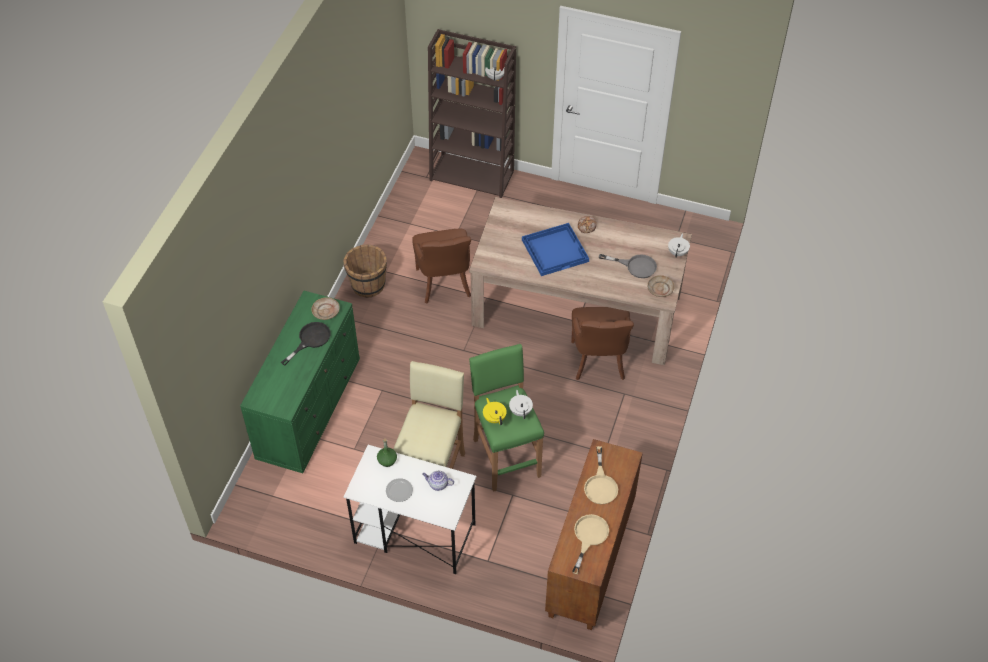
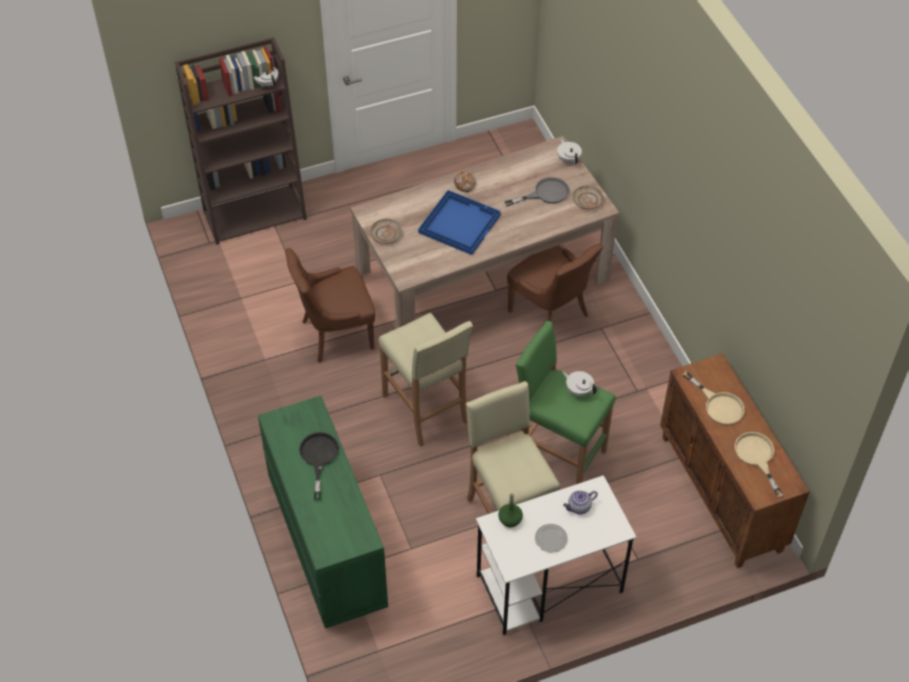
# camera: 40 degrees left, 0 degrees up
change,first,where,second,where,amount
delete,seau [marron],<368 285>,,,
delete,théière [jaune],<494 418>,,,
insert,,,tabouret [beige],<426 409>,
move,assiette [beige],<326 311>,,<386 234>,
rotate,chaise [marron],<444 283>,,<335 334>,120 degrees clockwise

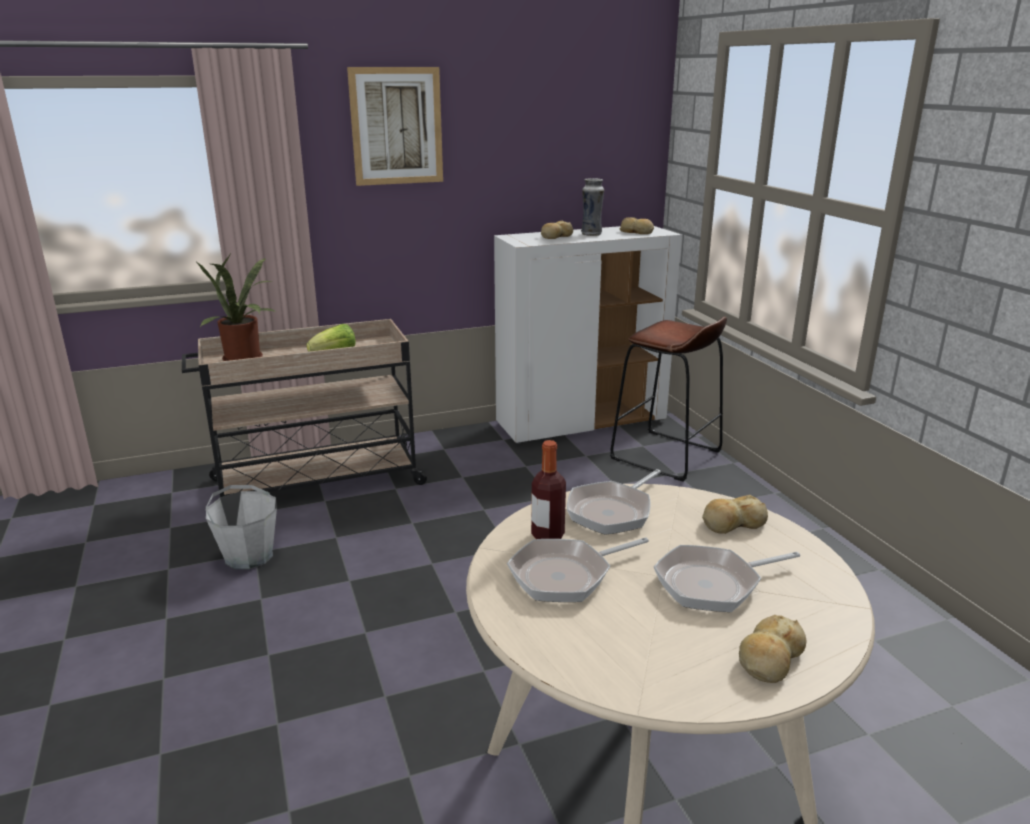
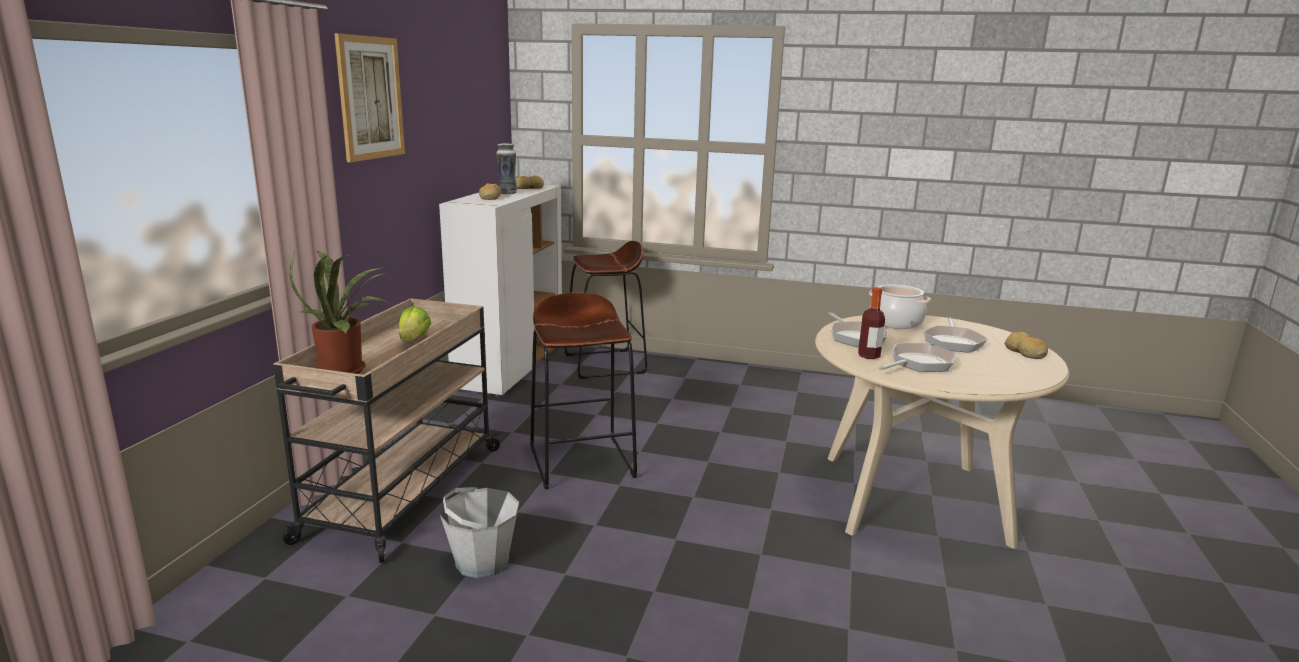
# camera: 55 degrees left, 5 degrees down
change,first,where,second,where,amount
insert,,,tabouret [marron],<582 461>,
replace,pain,<732 523>,marmite,<896 322>,
rotate,poêle,<566 575>,,<918 363>,135 degrees counterclockwise

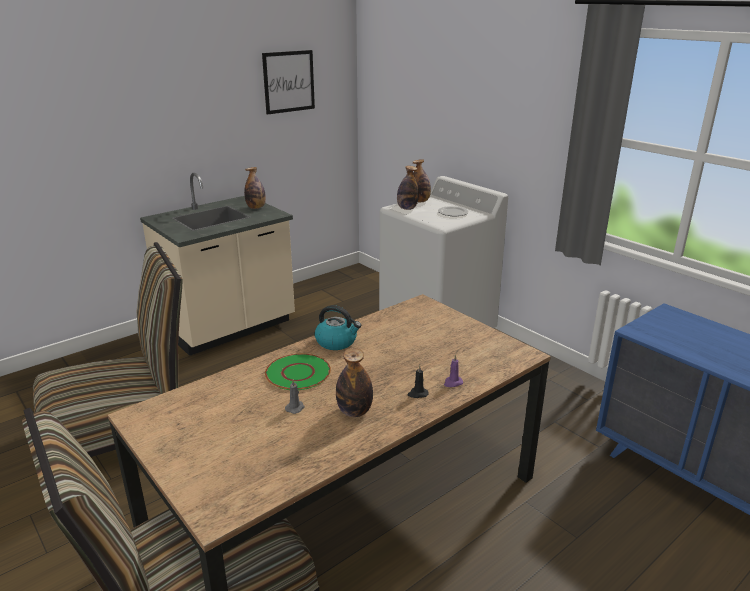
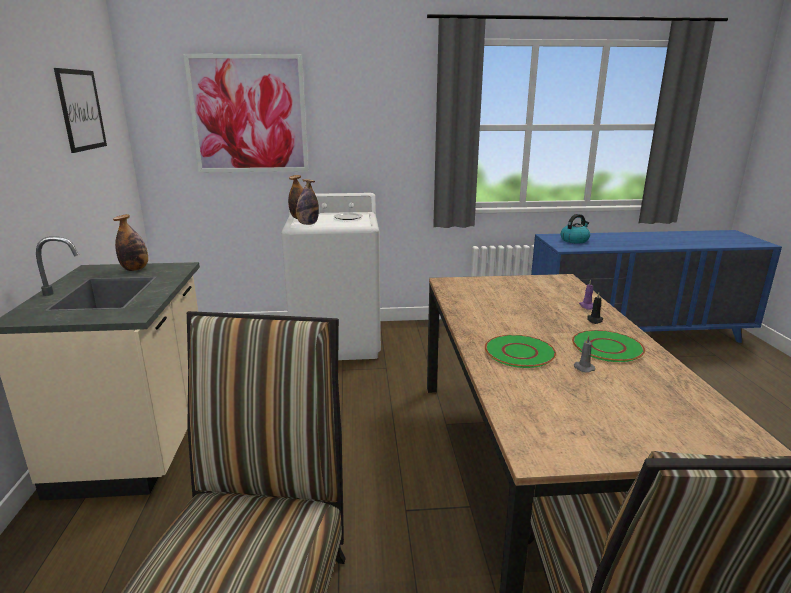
# camera: 55 degrees left, 5 degrees down
change,first,where,second,where,amount
insert,,,tableau,<249 115>,
move,bouilloire,<337 342>,,<574 240>,
replace,bouteille,<354 412>,assiette [vert],<606 347>,

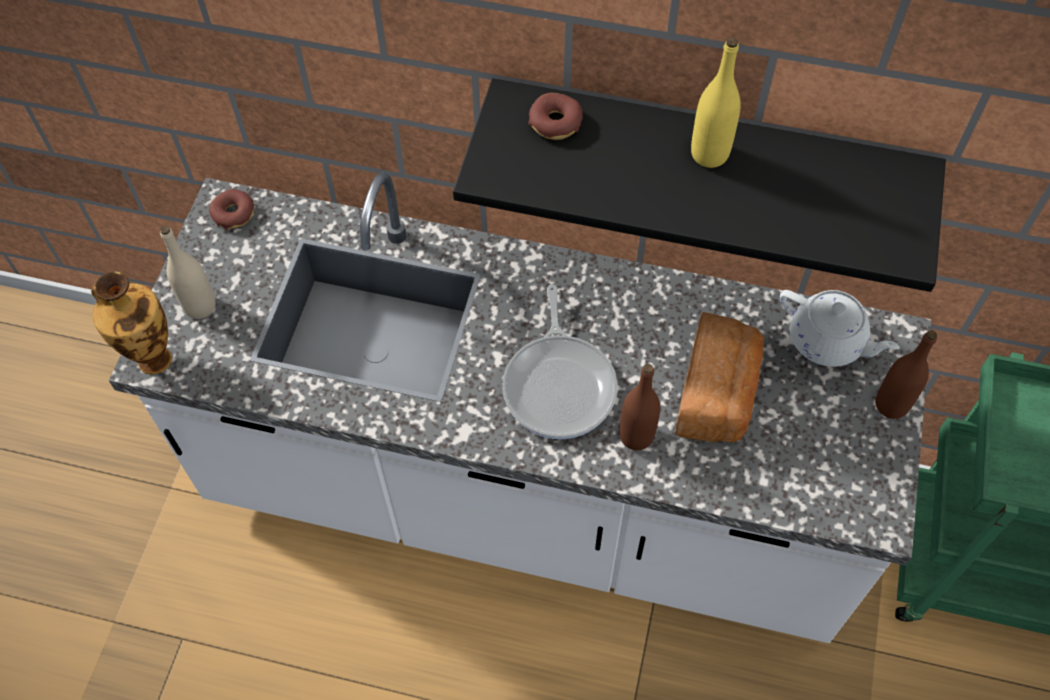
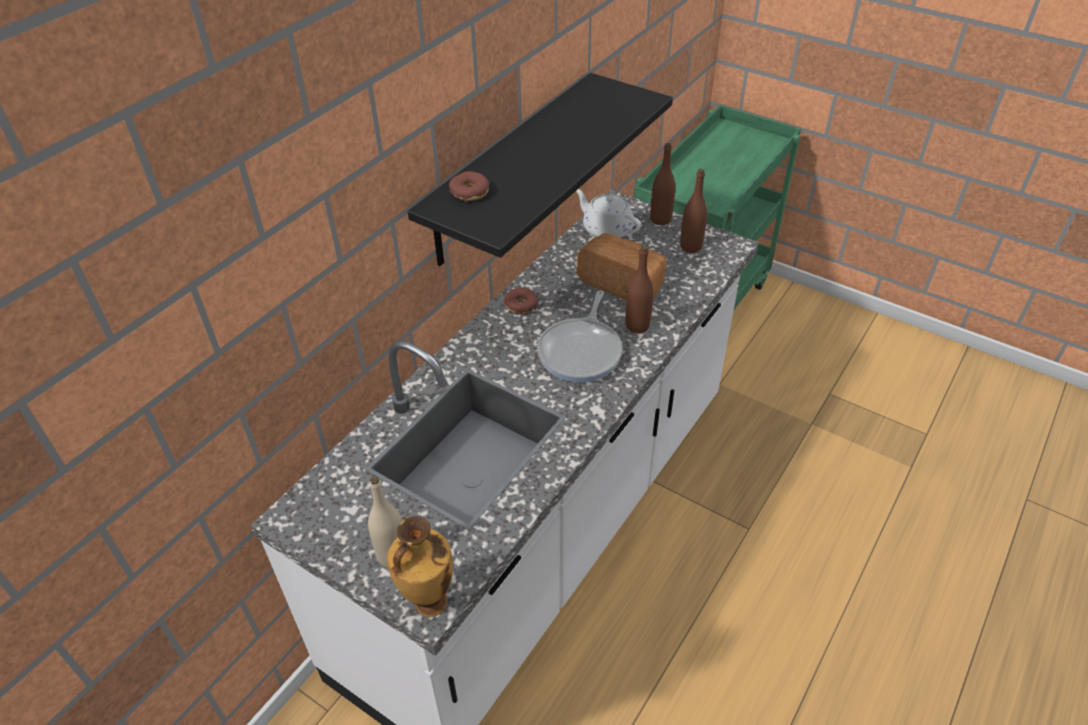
# camera: 70 degrees left, 15 degrees down
change,first,where,second,where,amount
delete,bouteille [jaune],<709 154>,,,
insert,,,bouteille [marron],<690 247>,
move,beignet,<233 213>,,<521 305>,
rotate,poêle,<560 385>,,<581 351>,90 degrees clockwise
rotate,théière [blanc],<828 341>,,<606 229>,105 degrees counterclockwise

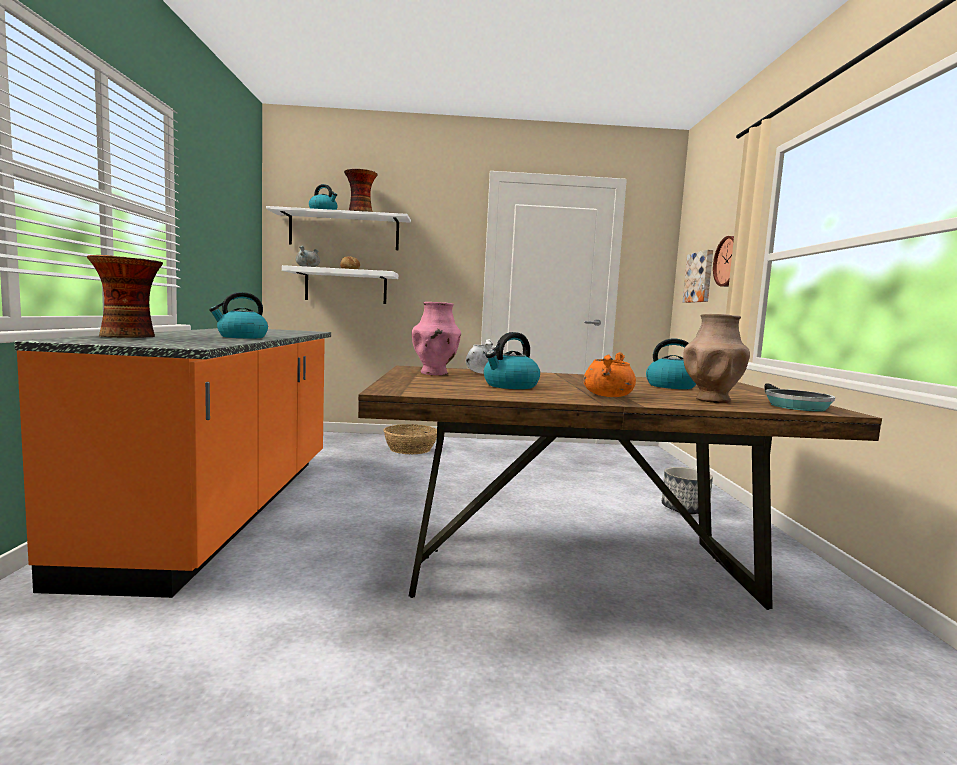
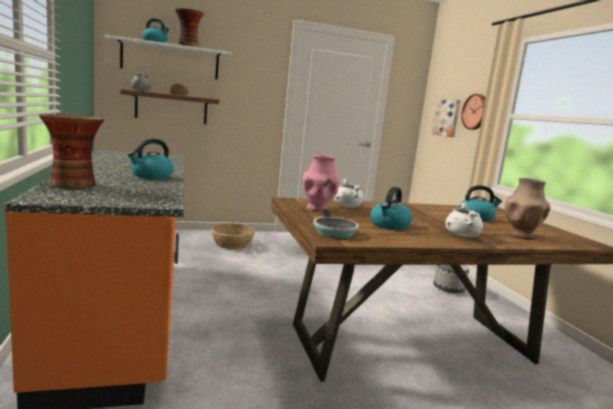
# camera: 15 degrees left, 5 degrees up
change,first,where,second,where,amount
move,poêle,<793 406>,,<333 231>,
recolor,étagère [blanc],<346 286>,étagère [marron],<171 108>,
recolor,marmite [orange],<608 396>,marmite [blanc],<461 235>,

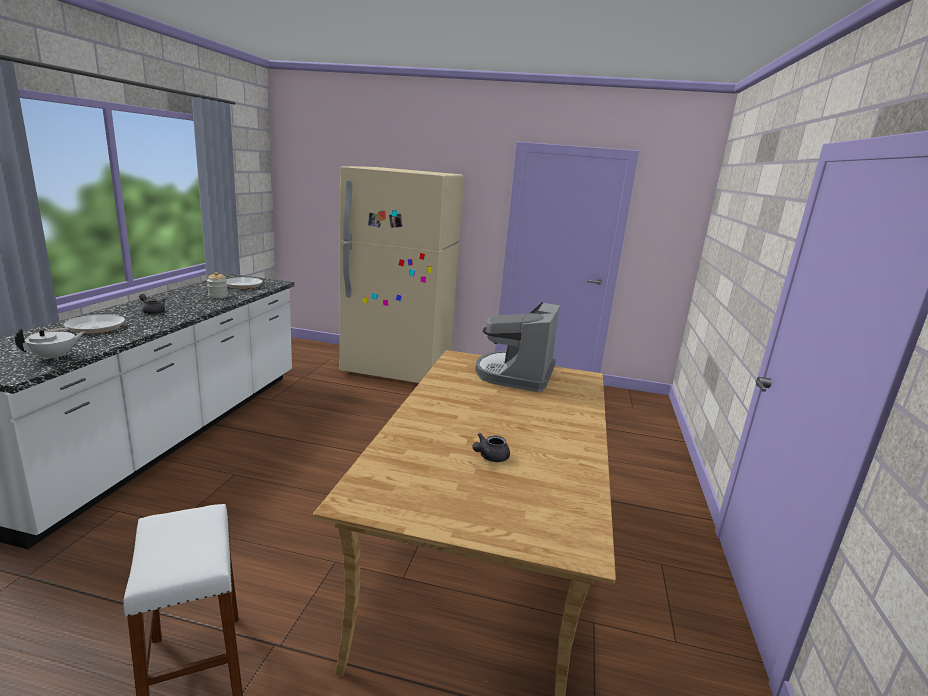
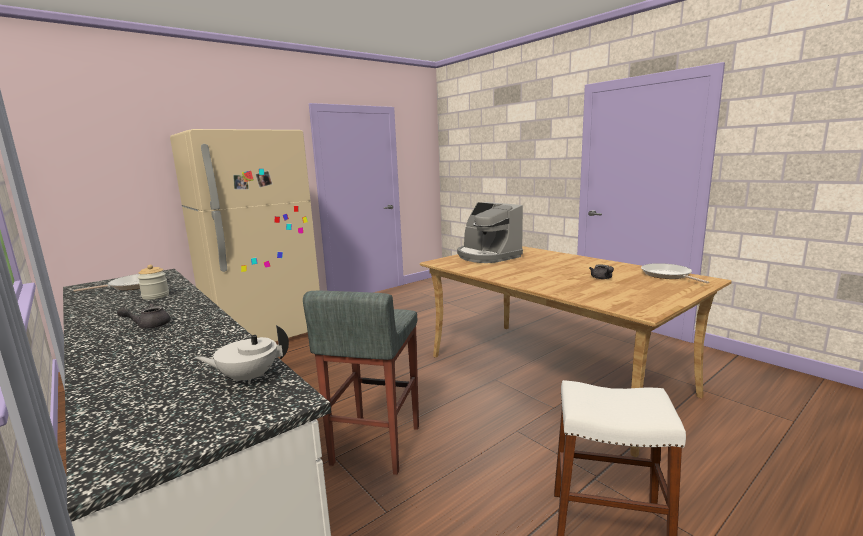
# camera: 50 degrees left, 5 degrees down
change,first,where,second,where,amount
insert,,,tabouret [gris],<374 445>,
move,poêle,<91 328>,,<668 275>,
rotate,théière [blanc],<55 357>,,<249 378>,90 degrees counterclockwise

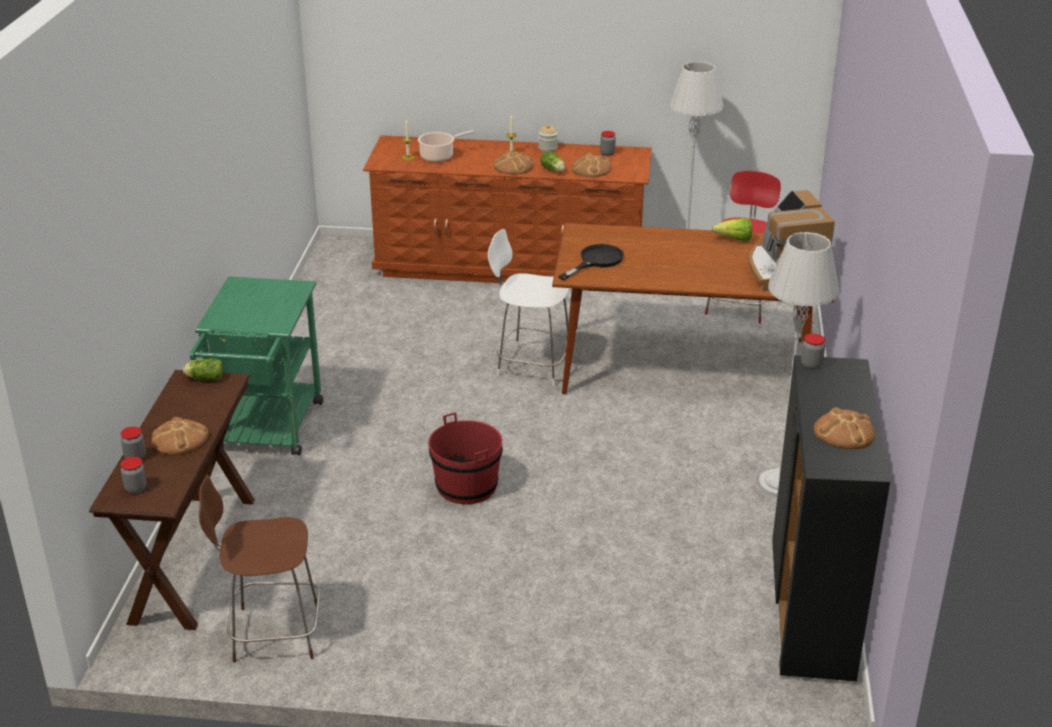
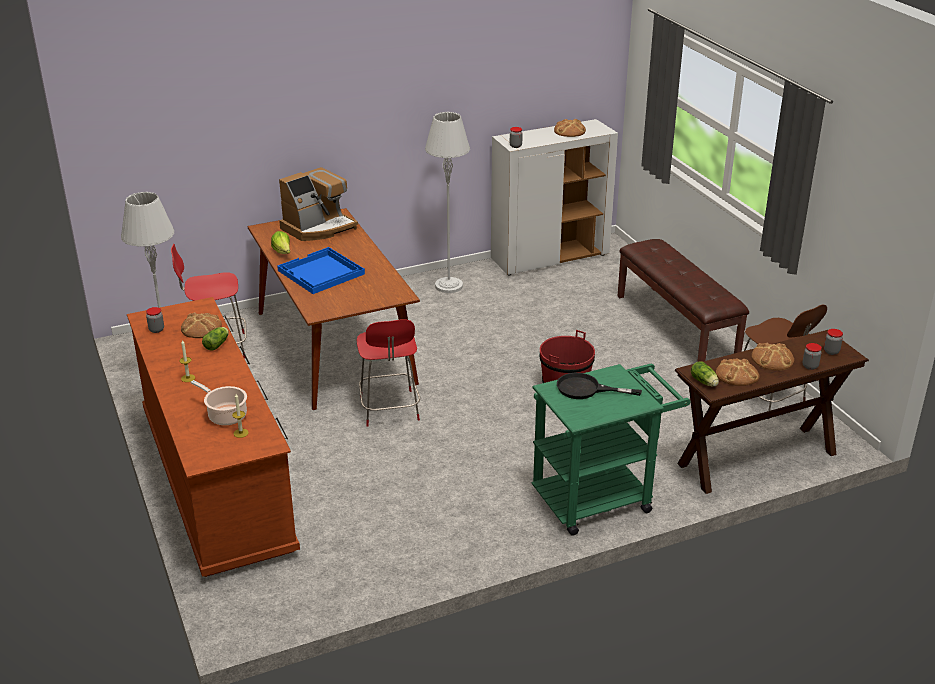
# camera: 120 degrees left, 0 degrees up
change,first,where,second,where,amount
delete,bocal,<548 148>,,,
insert,,,plateau [bleu],<321 273>,
insert,,,banc [marron],<677 327>,
move,pain,<513 166>,,<737 375>,
move,poêle [noir],<596 261>,,<586 389>,
recolor,chaise [blanc],<531 365>,chaise [rouge],<389 410>,
recolor,meuble de rangement [noir],<812 610>,meuble de rangement [blanc],<550 257>,

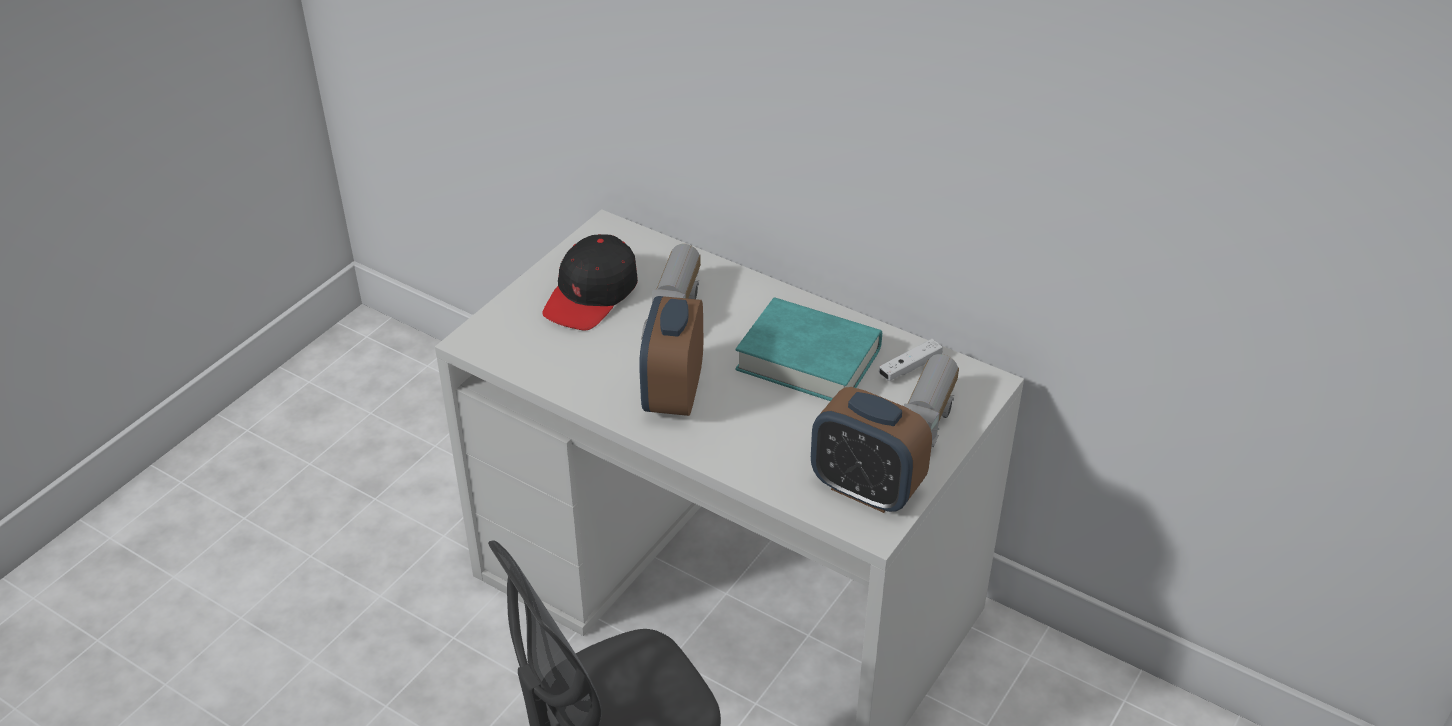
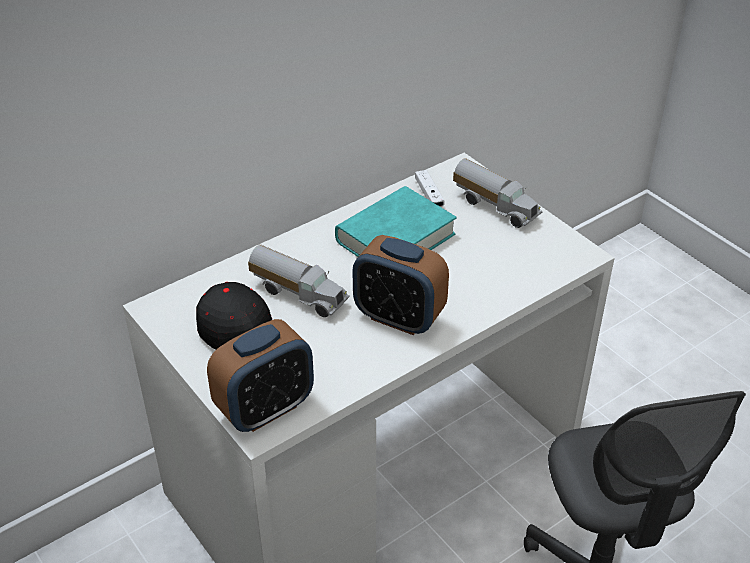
# camera: 70 degrees left, 0 degrees up
change,first,where,second,where,amount
move,réveil,<866 489>,,<265 409>,

